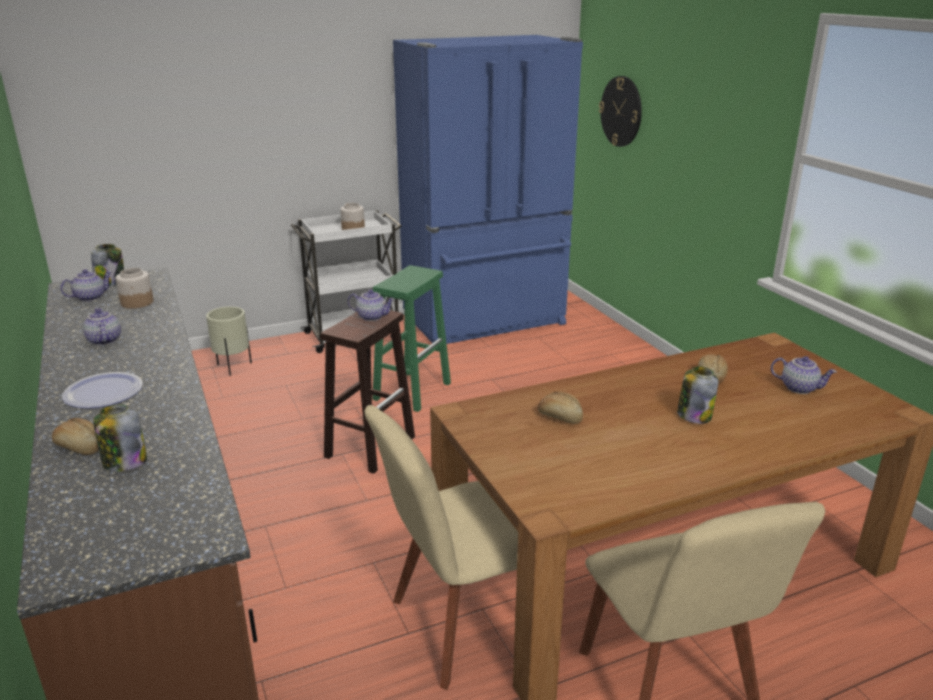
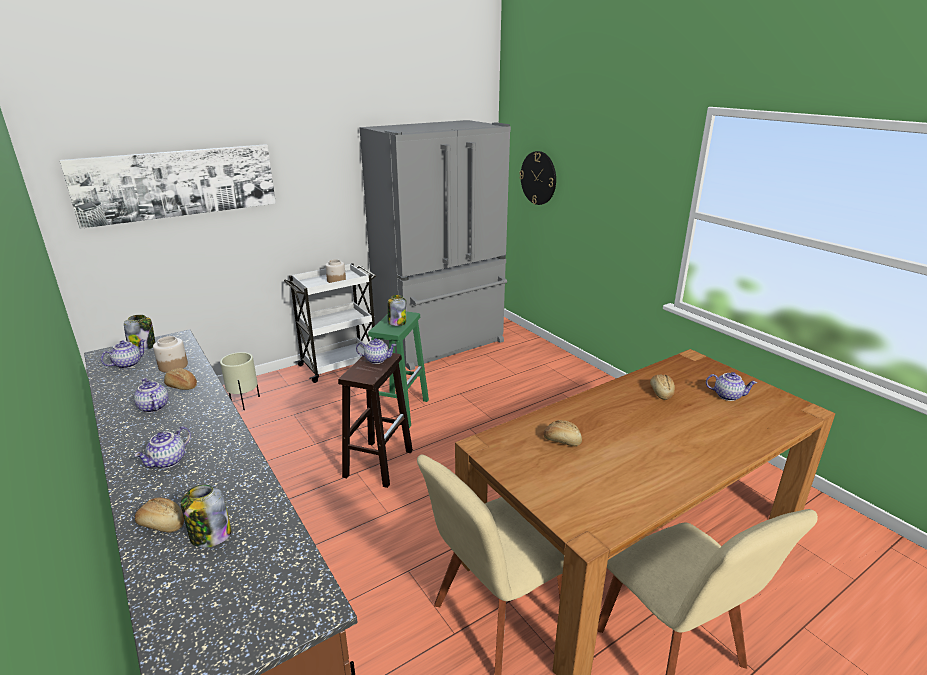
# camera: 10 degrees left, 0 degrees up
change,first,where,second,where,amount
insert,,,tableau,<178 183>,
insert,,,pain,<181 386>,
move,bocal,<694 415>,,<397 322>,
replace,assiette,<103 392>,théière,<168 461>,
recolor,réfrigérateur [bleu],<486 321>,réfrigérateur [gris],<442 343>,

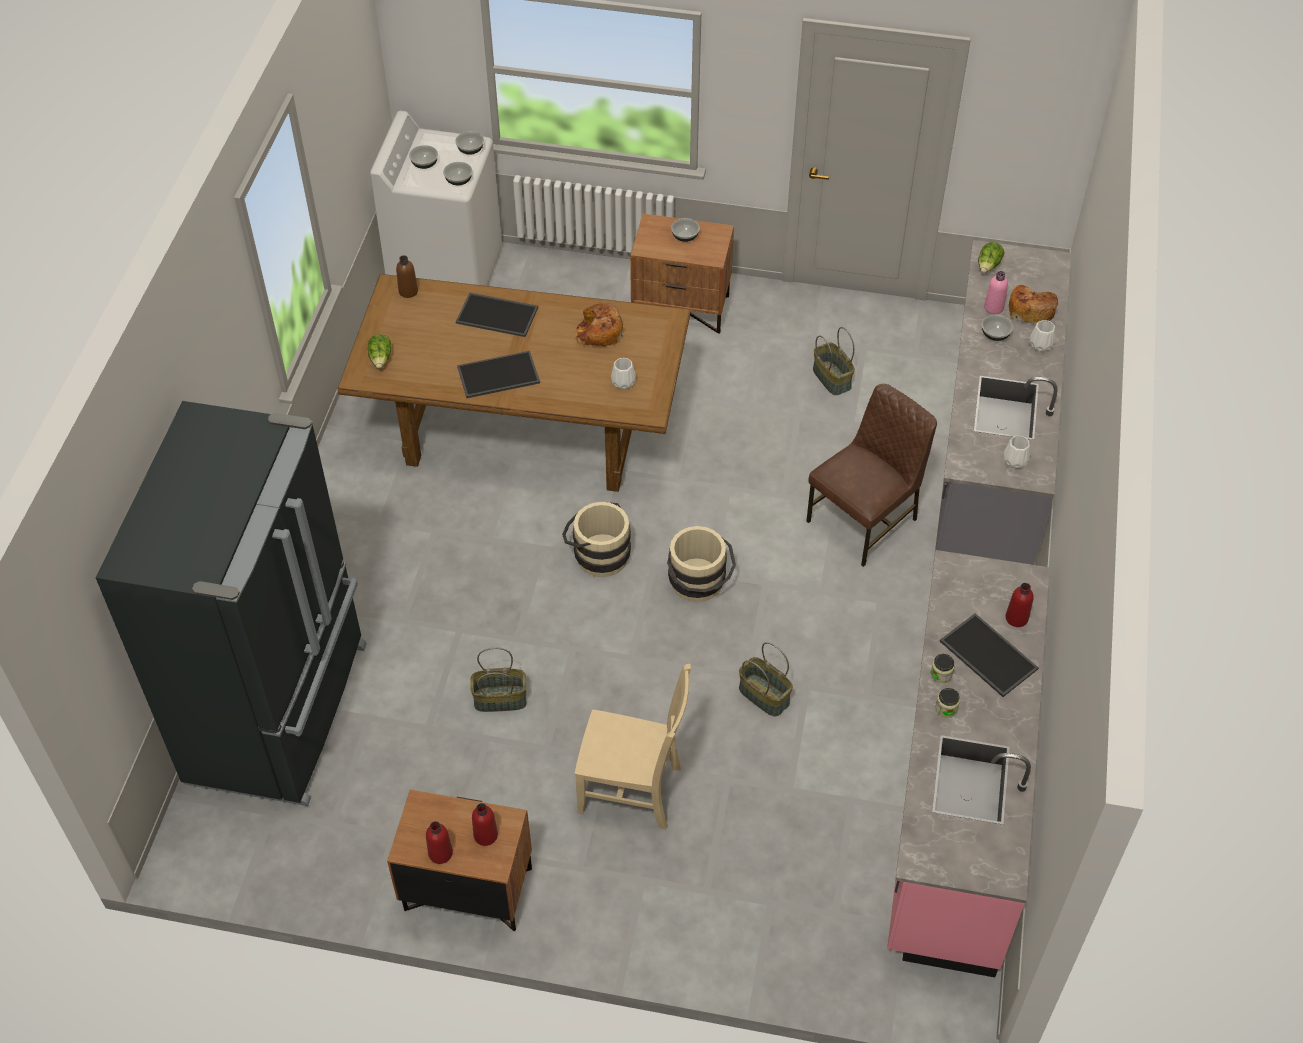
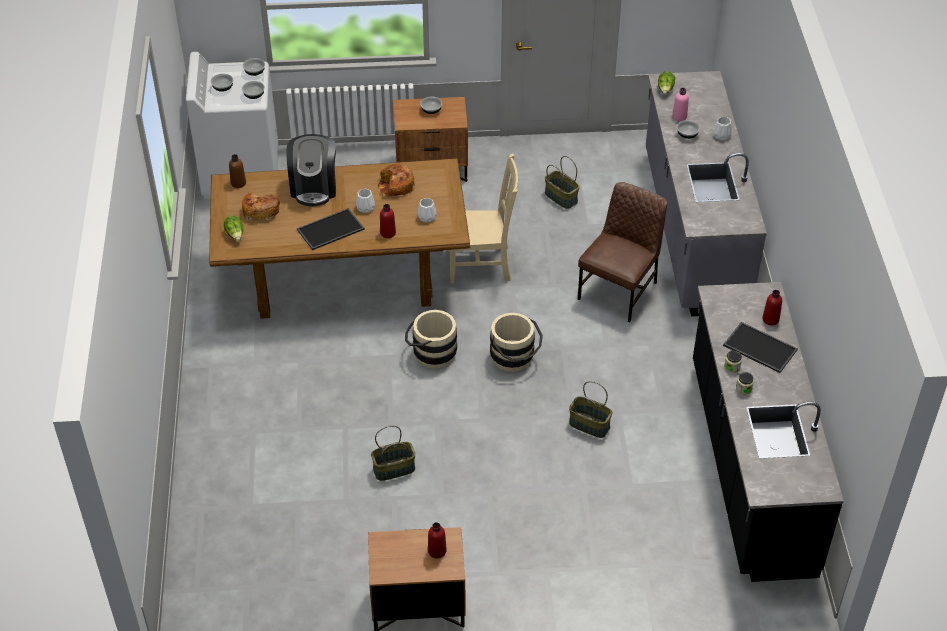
# camera: 15 degrees left, 5 degrees down
change,first,where,second,where,amount
delete,réfrigérateur [noir],<281 712>,,,
move,bouteille [rouge],<440 853>,,<388 233>,
move,chaise [beige],<633 790>,,<481 264>,
move,vase [blanc],<1016 461>,,<366 208>,
move,pain,<1030 309>,,<260 210>,
replace,plateau,<498 314>,machine à café,<314 187>,
recolor,comptoir de cuisine [rose],<953 800>,comptoir de cuisine [noir],<749 466>,

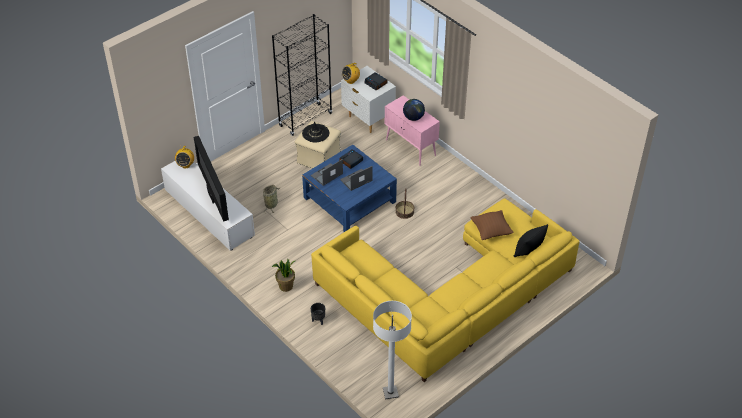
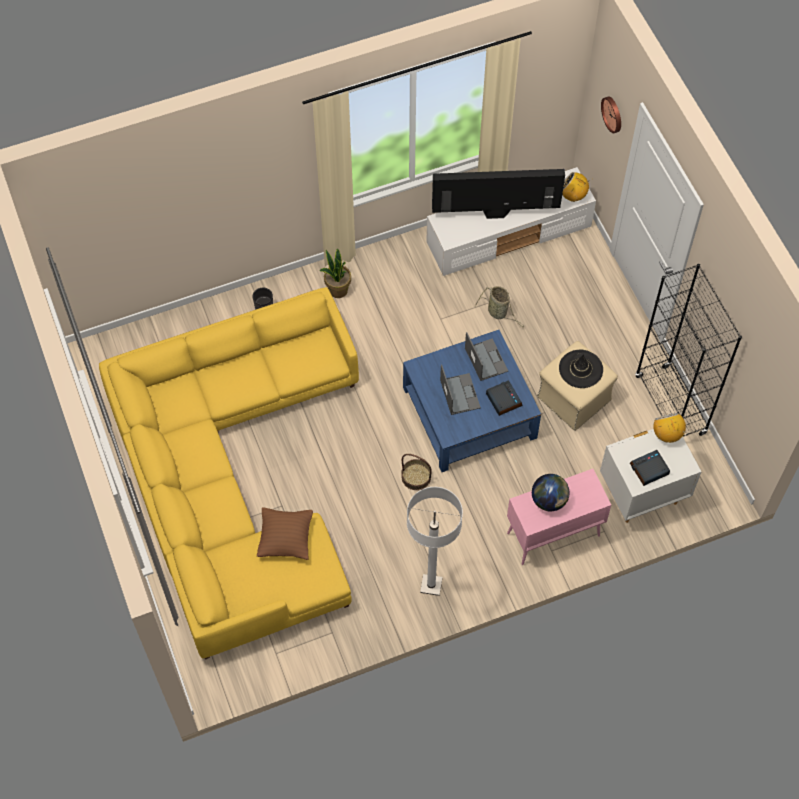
# camera: 110 degrees right, 15 degrees up
change,first,where,second,where,amount
delete,coussin [noir],<528 251>,,,
insert,,,horloge murale,<613 114>,
move,lampadaire [blanc],<390 393>,,<431 585>,

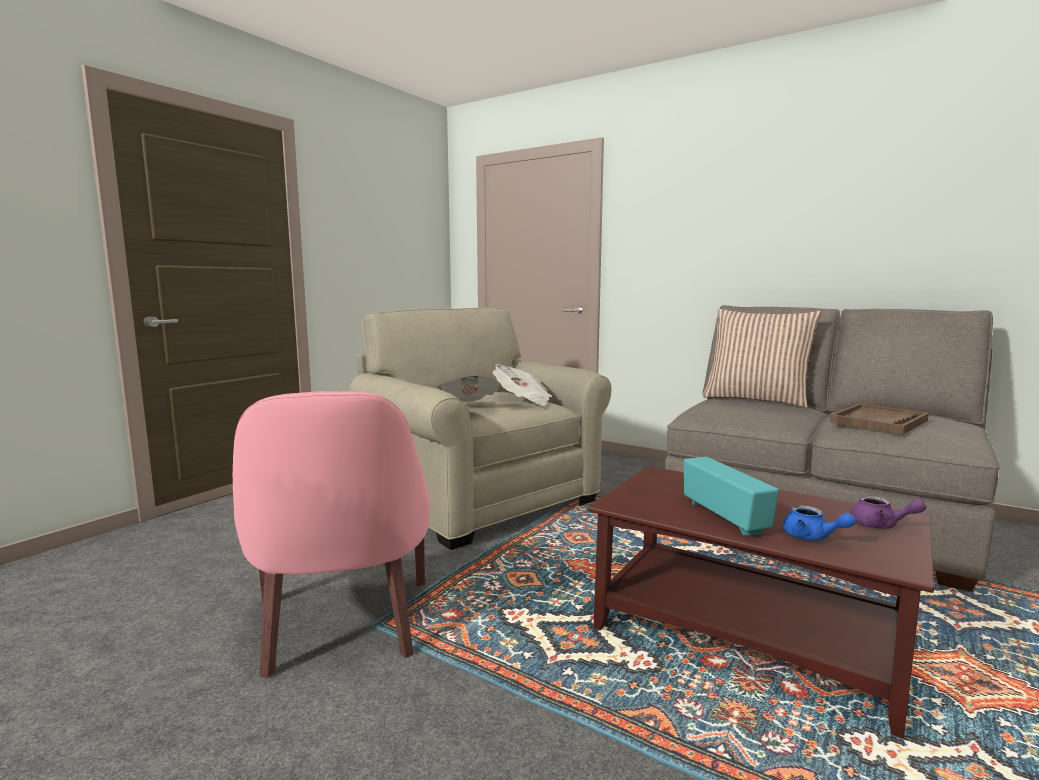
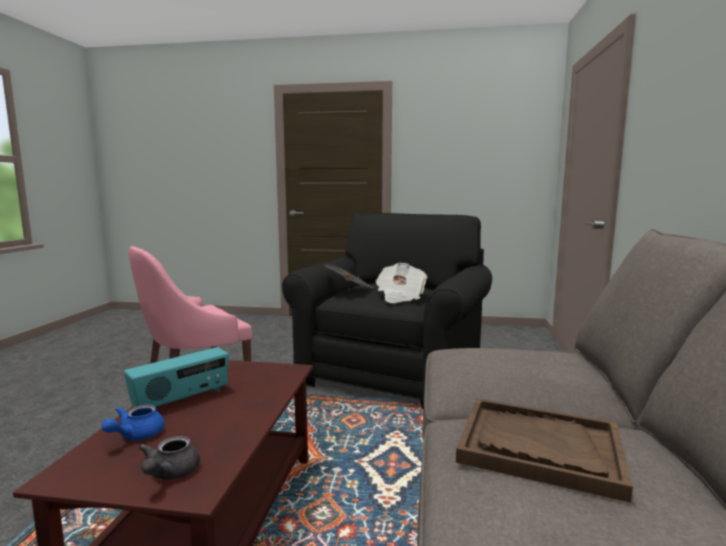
# camera: 65 degrees right, 0 degrees up
change,first,where,second,where,amount
delete,coussin,<756 399>,,,
recolor,fauteuil [beige],<480 499>,fauteuil [noir],<393 372>,
recolor,théière [violet],<880 525>,théière [gris],<170 474>,

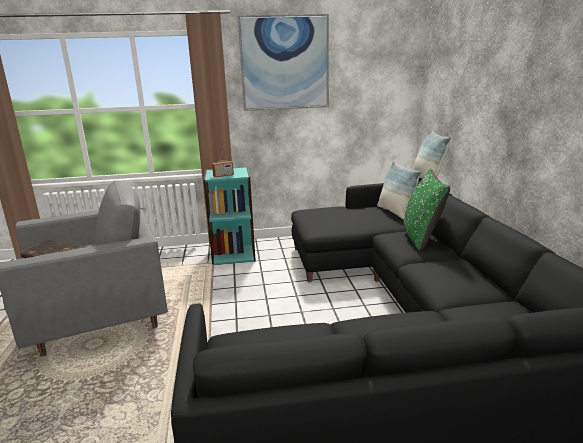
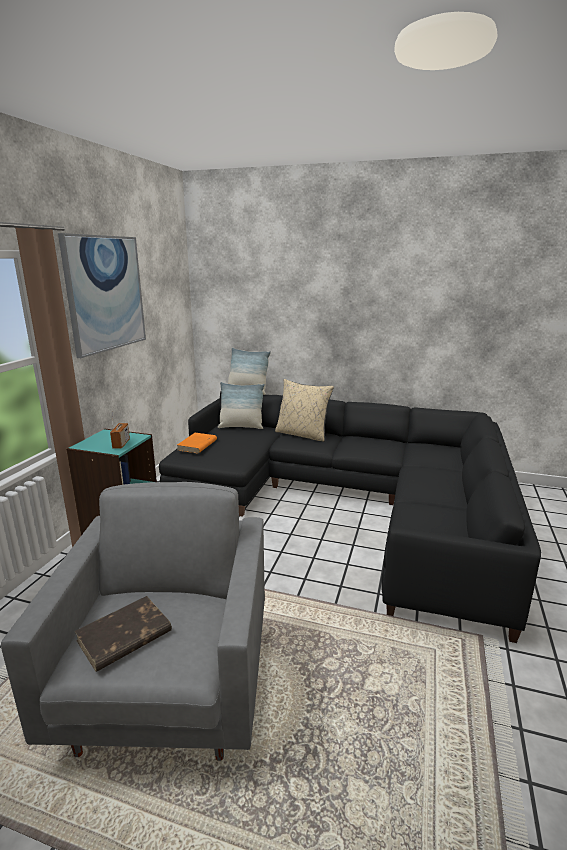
# camera: 65 degrees left, 0 degrees up
change,first,where,second,where,amount
insert,,,livre [orange],<197 445>,
recolor,coussin [vert],<421 237>,coussin [beige],<302 434>,

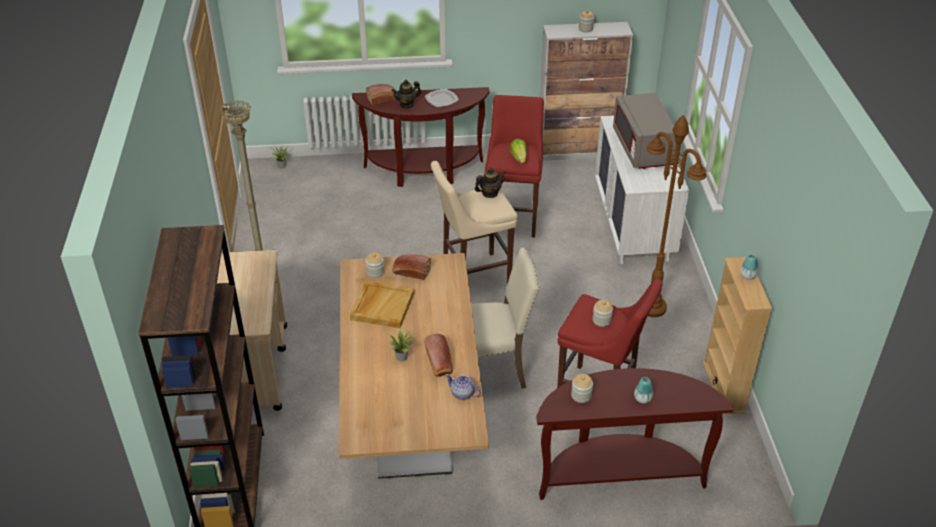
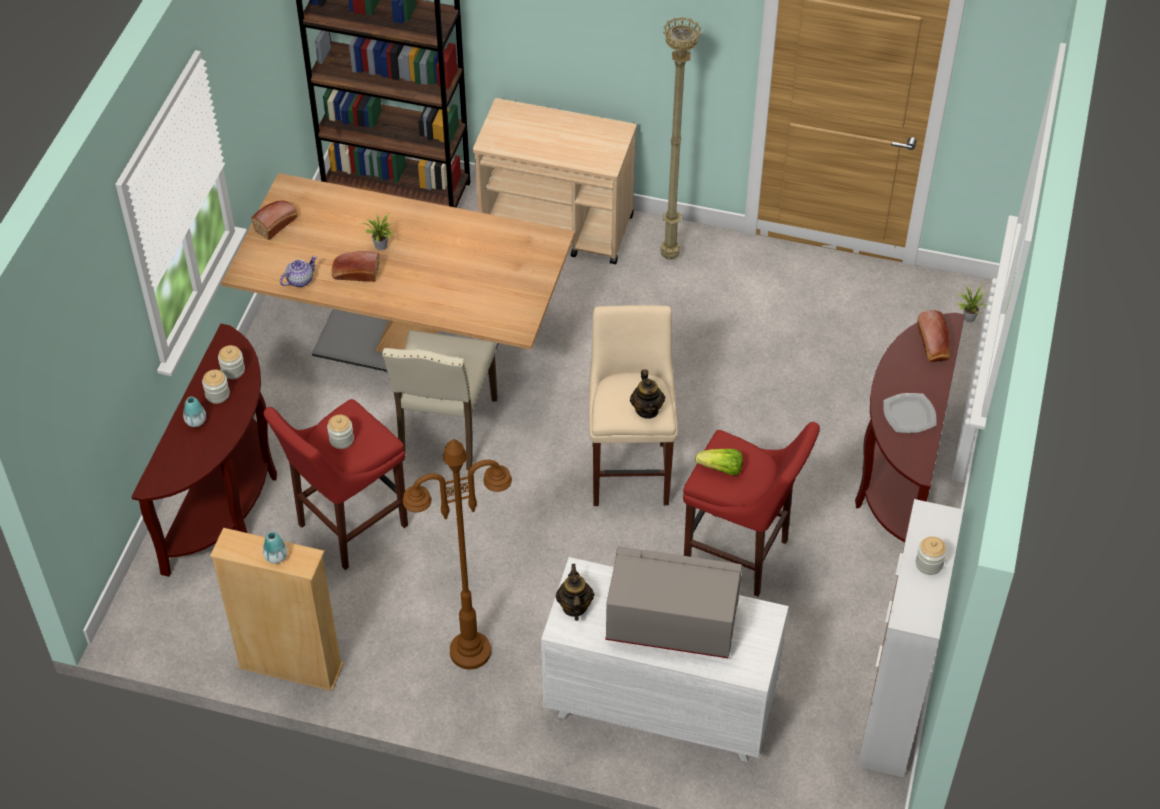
# camera: 110 degrees right, 10 degrees up
change,first,where,second,where,amount
delete,plateau [beige],<382 306>,,,
move,bocal,<375 272>,,<217 394>,
move,théière,<407 104>,,<574 606>,
move,pain,<410 272>,,<277 223>,

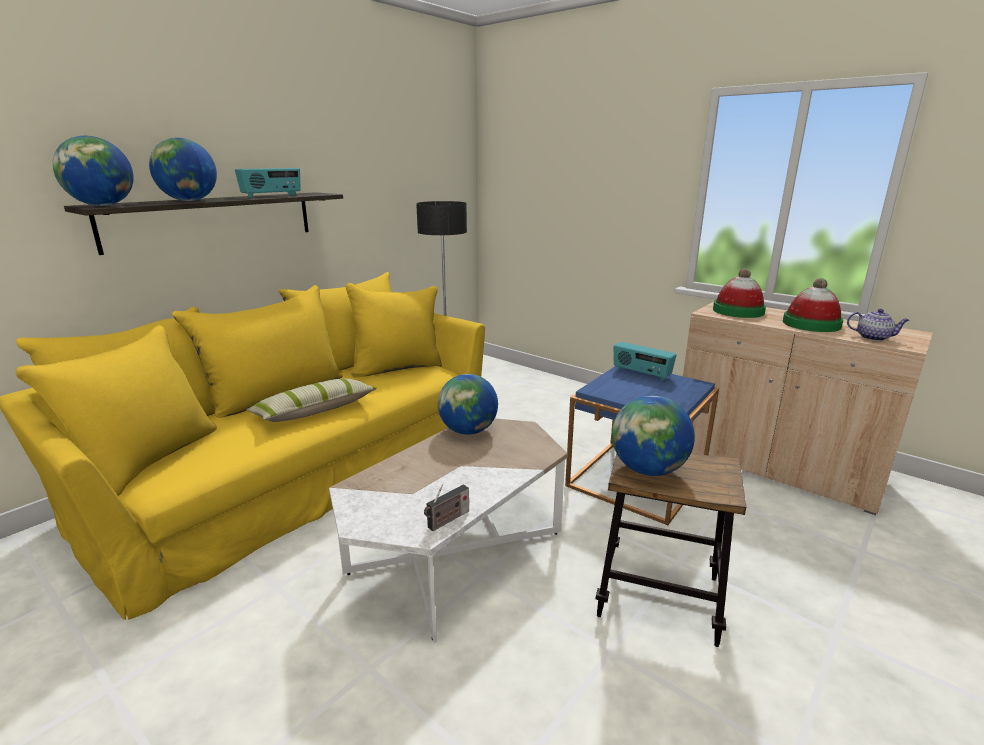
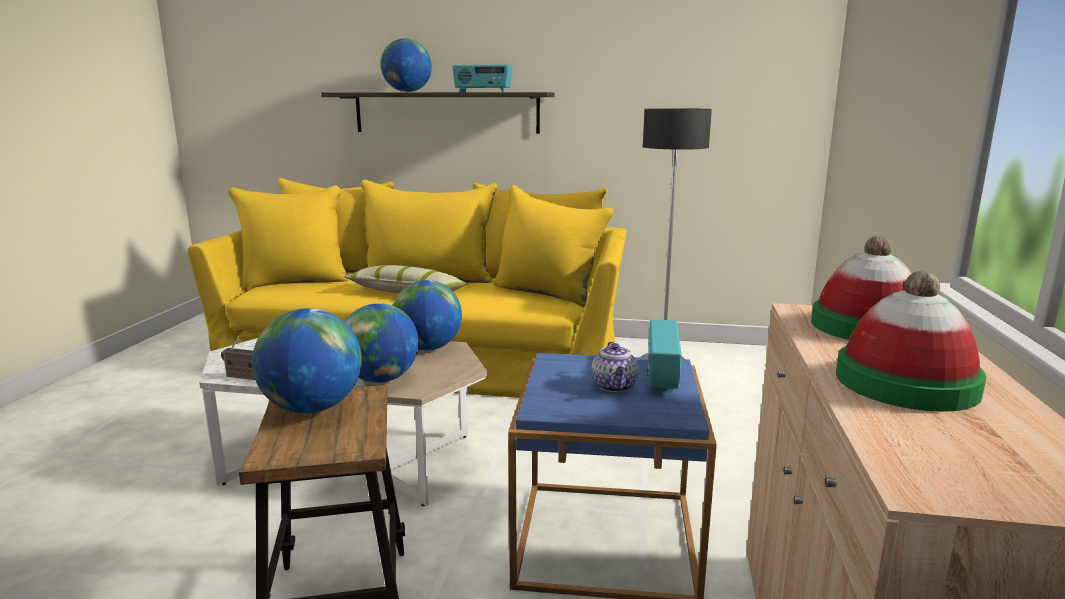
# camera: 60 degrees right, 5 degrees down
change,first,where,second,where,amount
move,globe,<103 206>,,<381 379>,
move,théière,<873 338>,,<615 386>,

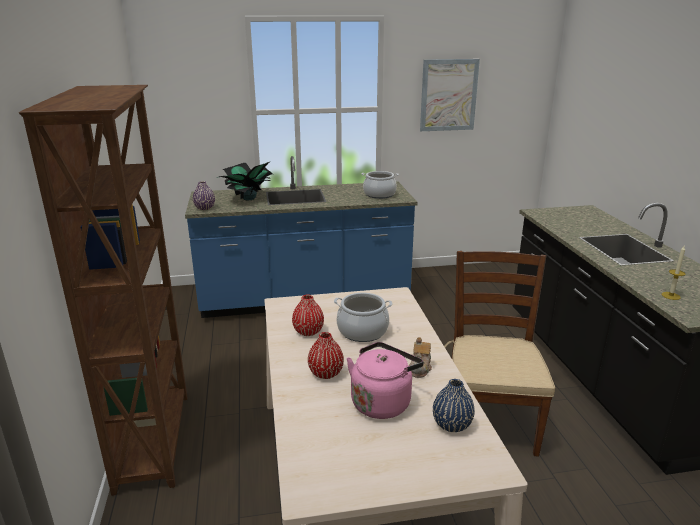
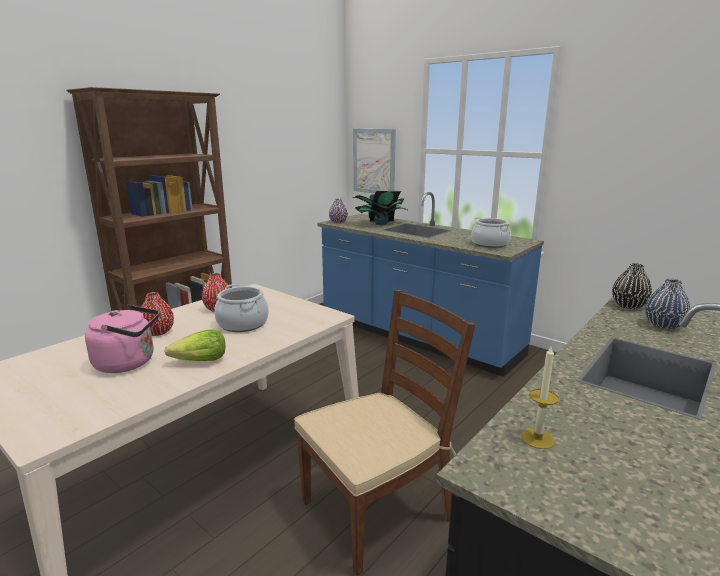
# camera: 50 degrees right, 5 degrees down
change,first,where,second,where,amount
insert,,,vase [noir],<628 306>,
move,tableau,<448 95>,,<374 161>,
move,vase [bleu],<451 425>,,<663 325>,
replace,théière,<420 368>,laitue,<200 361>,

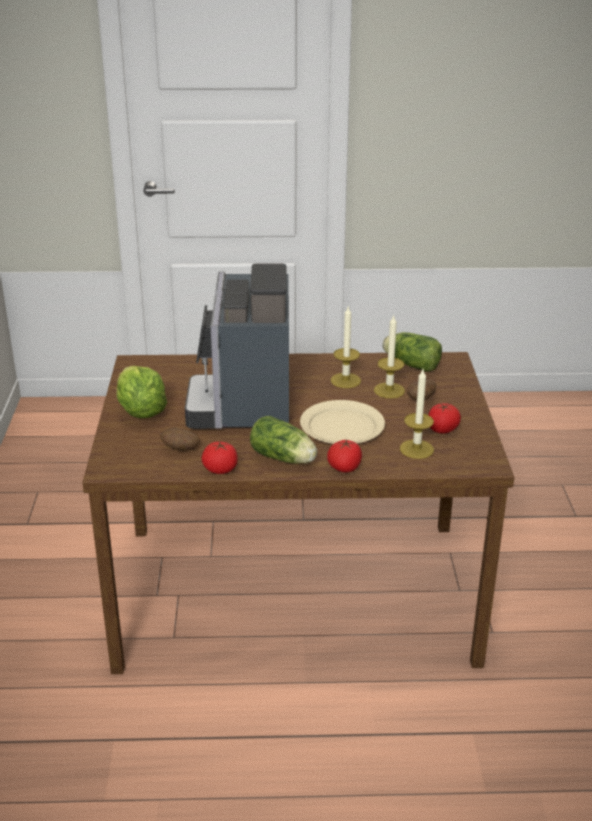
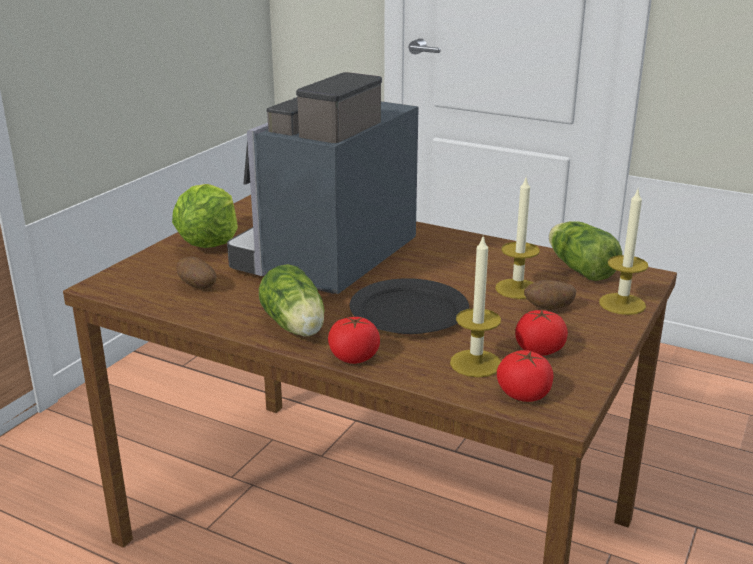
# camera: 30 degrees right, 5 degrees down
change,first,where,second,where,amount
move,tomate,<220 469>,,<524 394>,
move,bougie,<345 380>,,<622 304>,
recolor,assiette [beige],<342 426>,assiette [noir],<410 312>,

